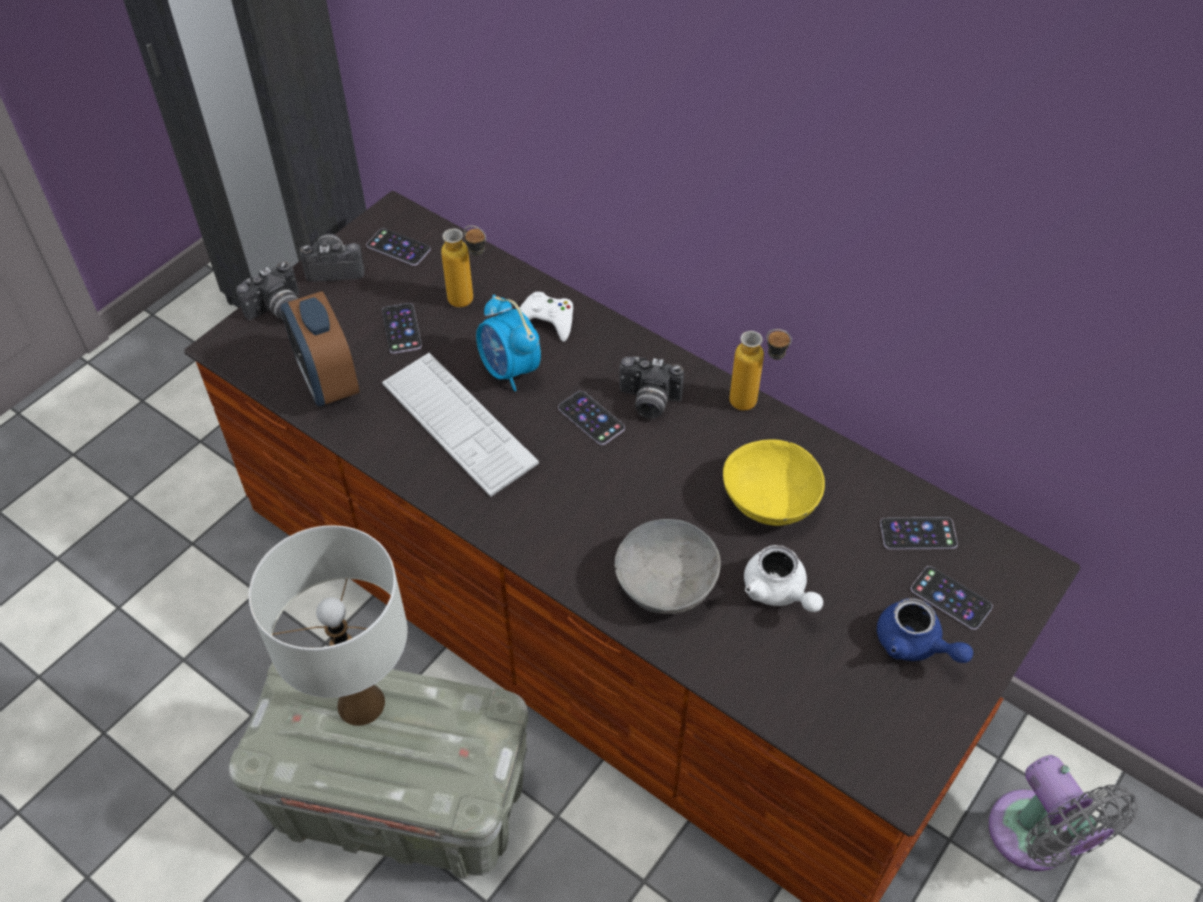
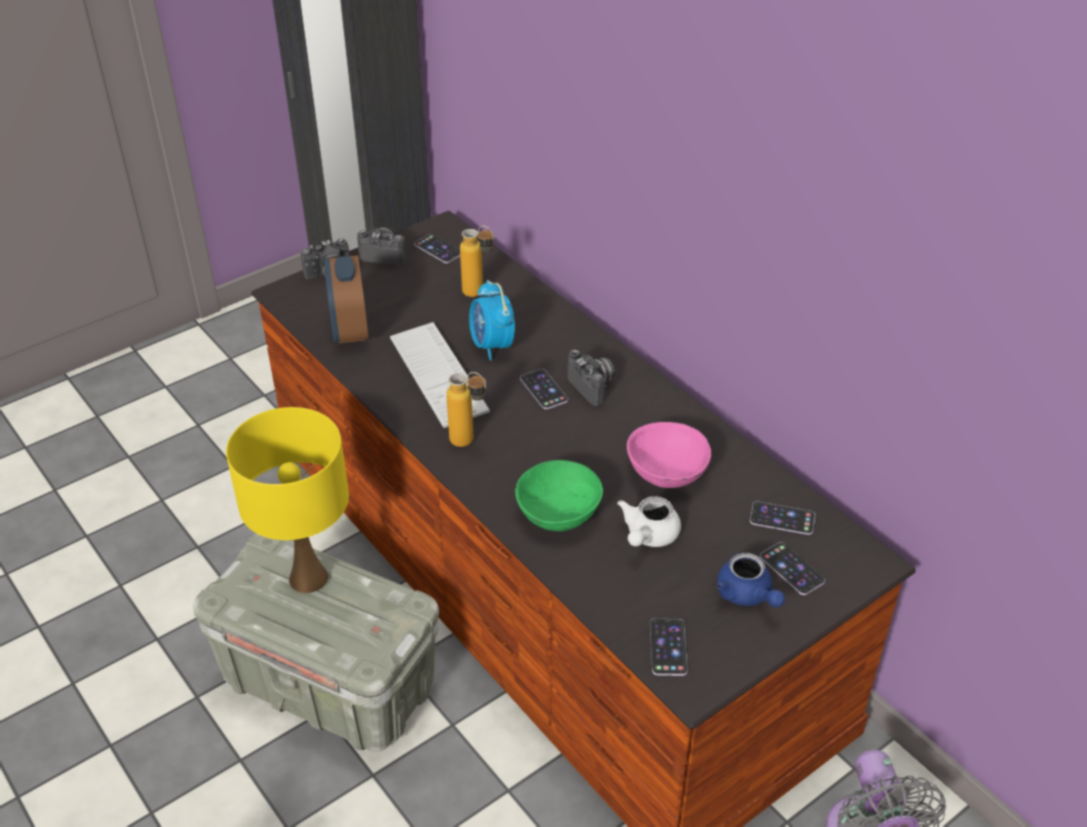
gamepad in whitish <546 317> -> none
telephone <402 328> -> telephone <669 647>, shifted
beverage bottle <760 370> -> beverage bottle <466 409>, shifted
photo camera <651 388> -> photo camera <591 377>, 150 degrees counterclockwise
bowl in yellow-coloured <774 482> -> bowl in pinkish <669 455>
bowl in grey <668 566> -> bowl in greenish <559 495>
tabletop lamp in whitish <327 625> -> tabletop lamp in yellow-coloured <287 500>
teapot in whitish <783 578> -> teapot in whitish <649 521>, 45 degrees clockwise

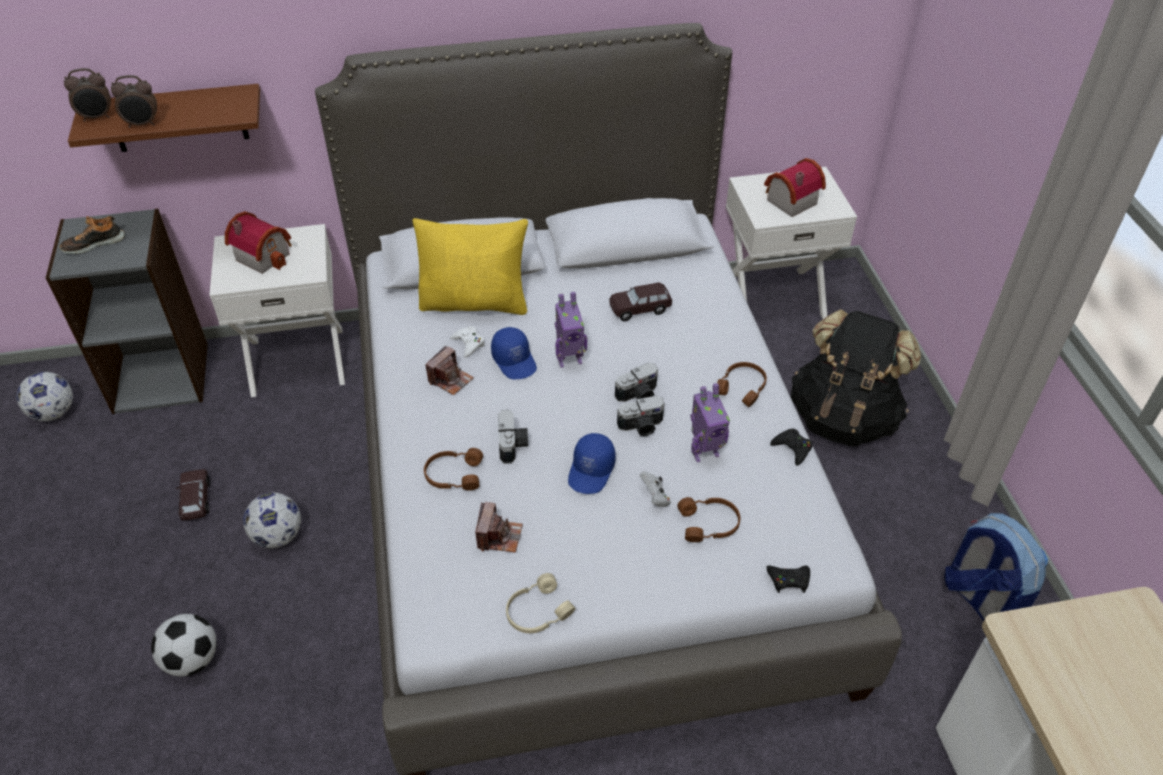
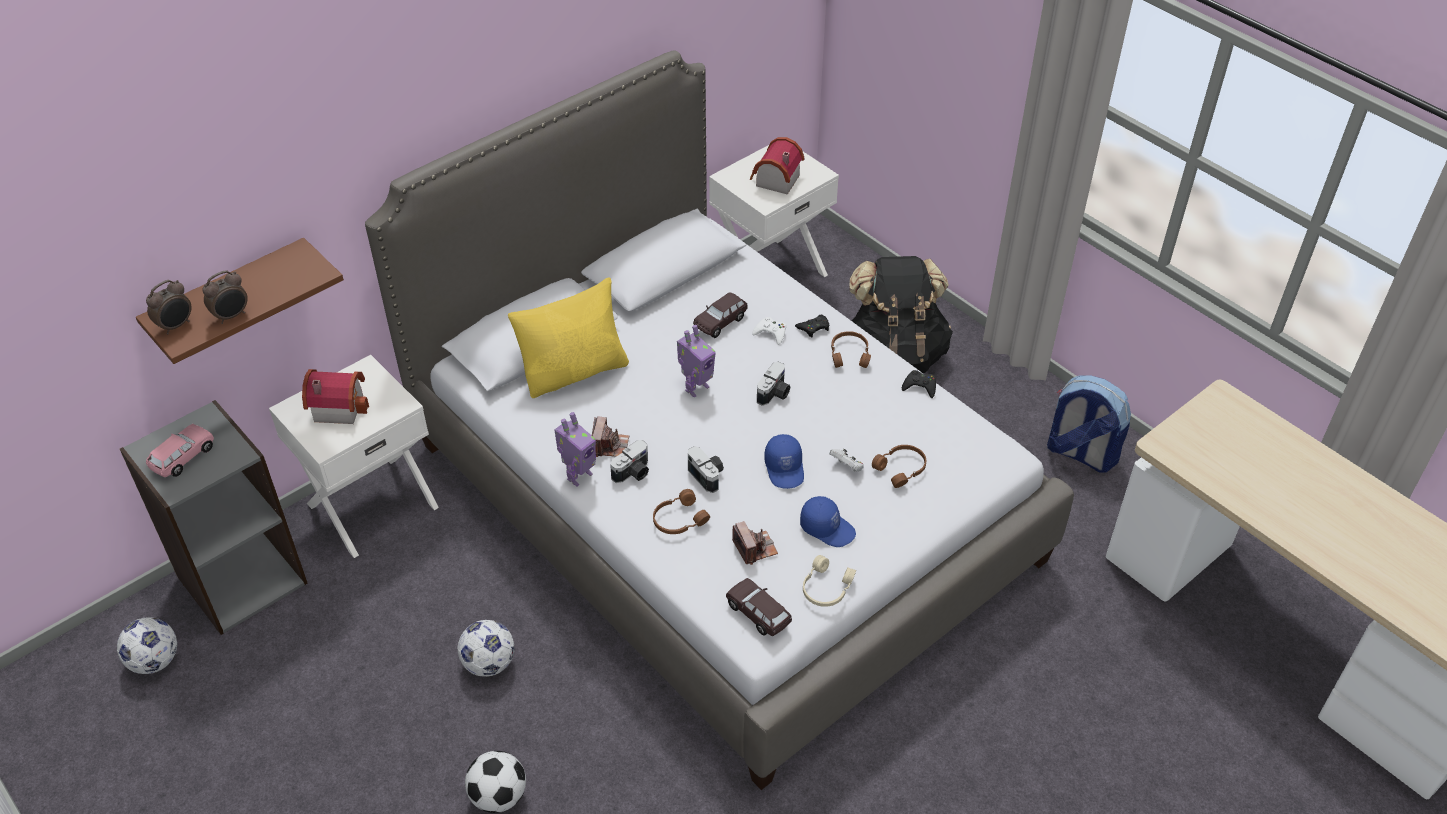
item of footwear <92 235> -> miniature car in pinkish <180 450>
gamepad in whitish <467 342> -> gamepad in whitish <769 331>, shifted
peaked cap in blue-coloured <514 353> -> peaked cap in blue-coloured <828 521>, shifted
toy robot <710 422> -> toy robot <575 449>, shifted
photo camera <640 416> -> photo camera <629 461>, shifted
miniature car in brownish <193 495> -> miniature car in brownish <759 607>, shifted
gamepad in blackish <788 579> -> gamepad in blackish <812 326>, shifted

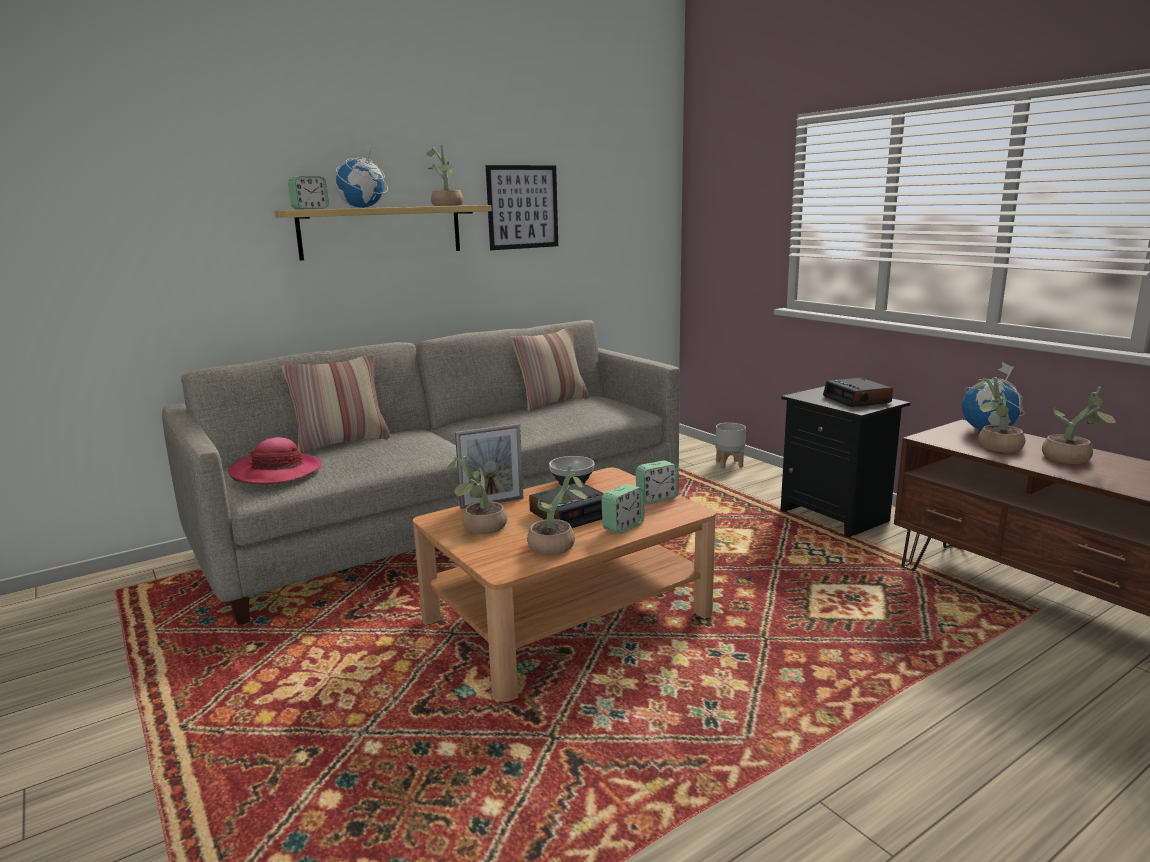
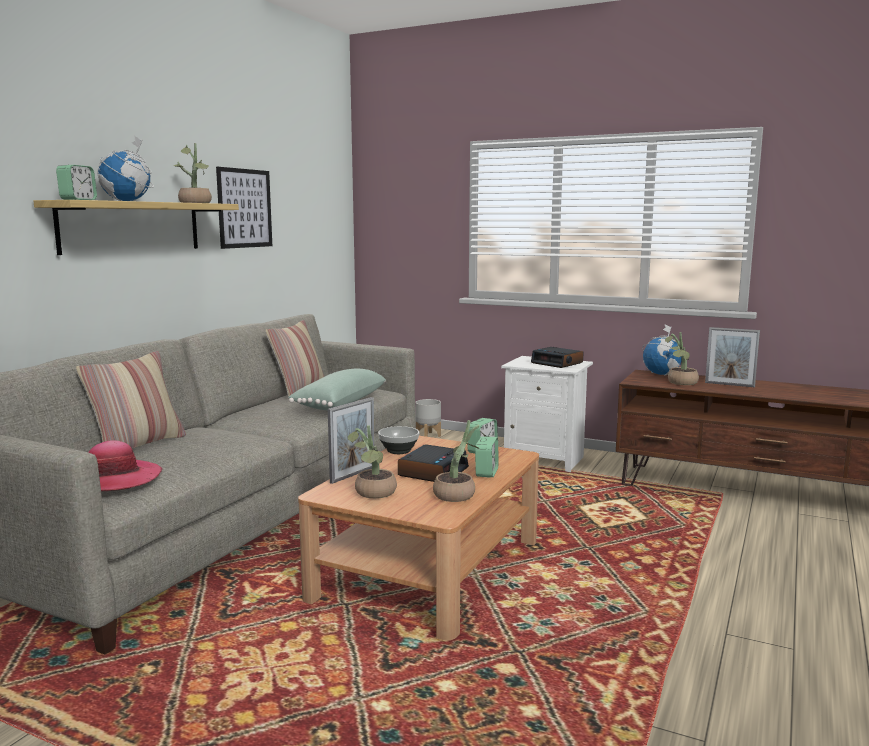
nightstand in blackish <845 462> -> nightstand in whitish <547 414>
plant in a pot <1079 425> -> photo frame <732 357>
none -> throw pillow in greenish <337 389>

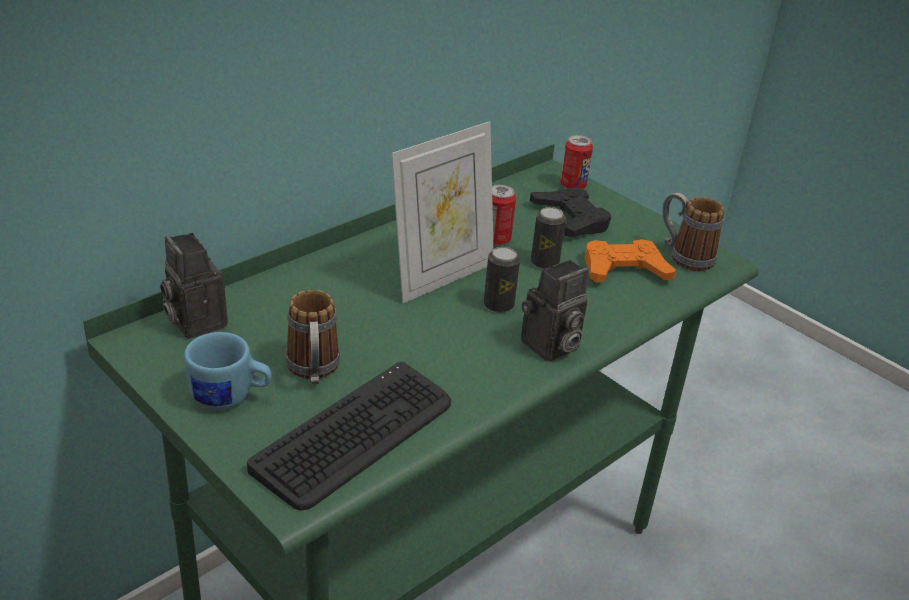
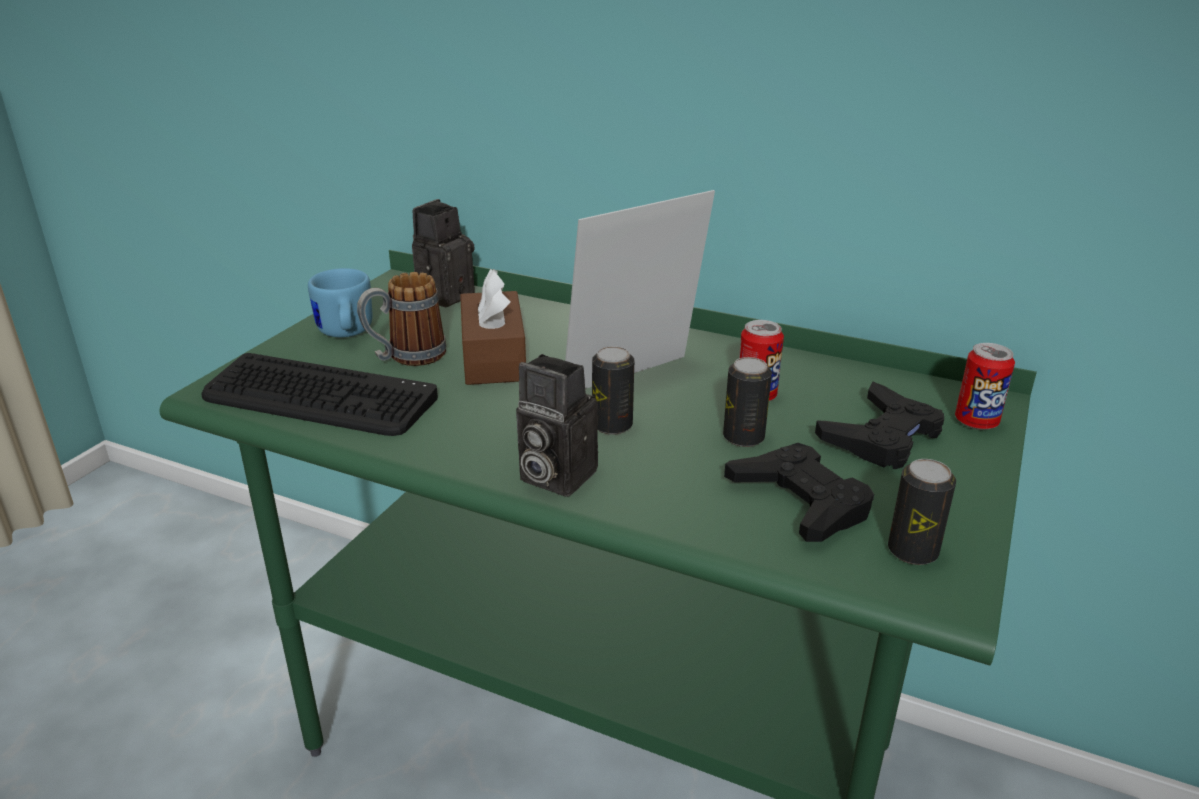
photo frame <442 212> -> photo frame <640 289>, 120 degrees clockwise
coffee mug <693 231> -> metal can <922 512>
gamepad in orange <630 261> -> gamepad in blackish <799 492>
none -> tissue holder in brownish <493 327>

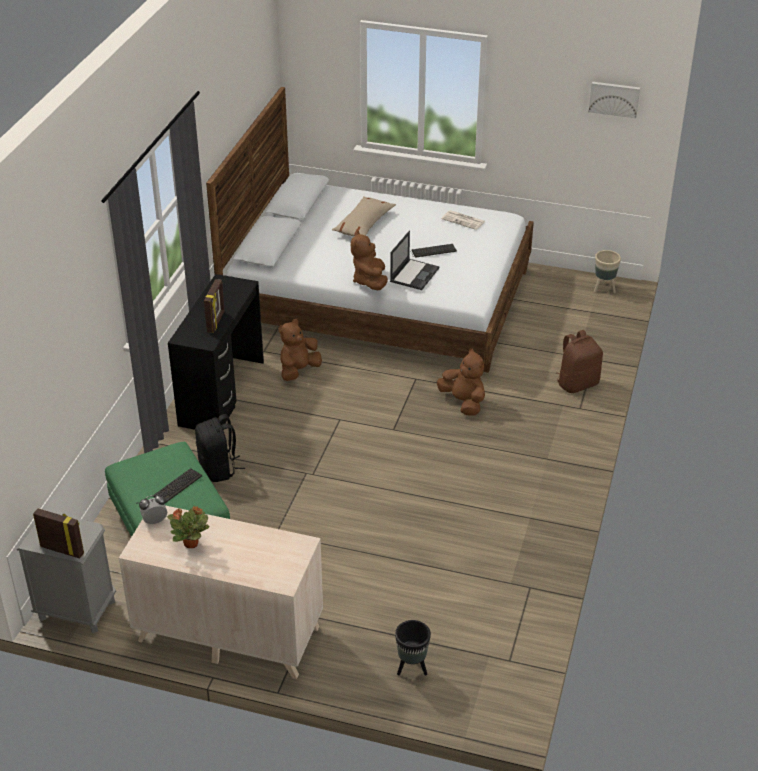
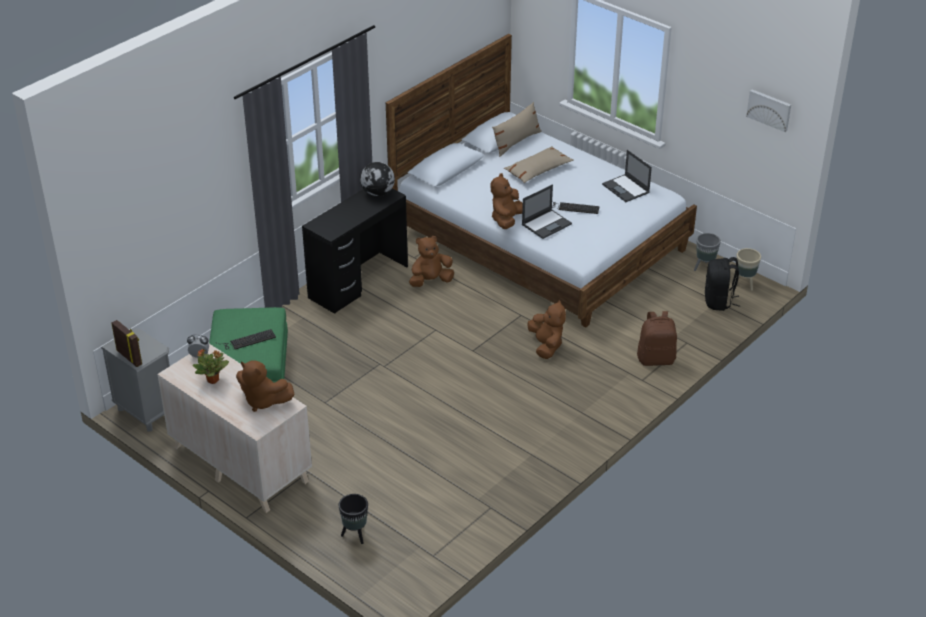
daily paper <463 220> -> portable computer <627 176>
photo frame <214 306> -> none
knapsack in blackish <220 448> -> knapsack in blackish <722 284>, shifted
none -> throw pillow in sand-coloured <517 129>
none -> world globe <377 179>
none -> planter in grey <707 252>
none -> plush toy in brownish <265 386>

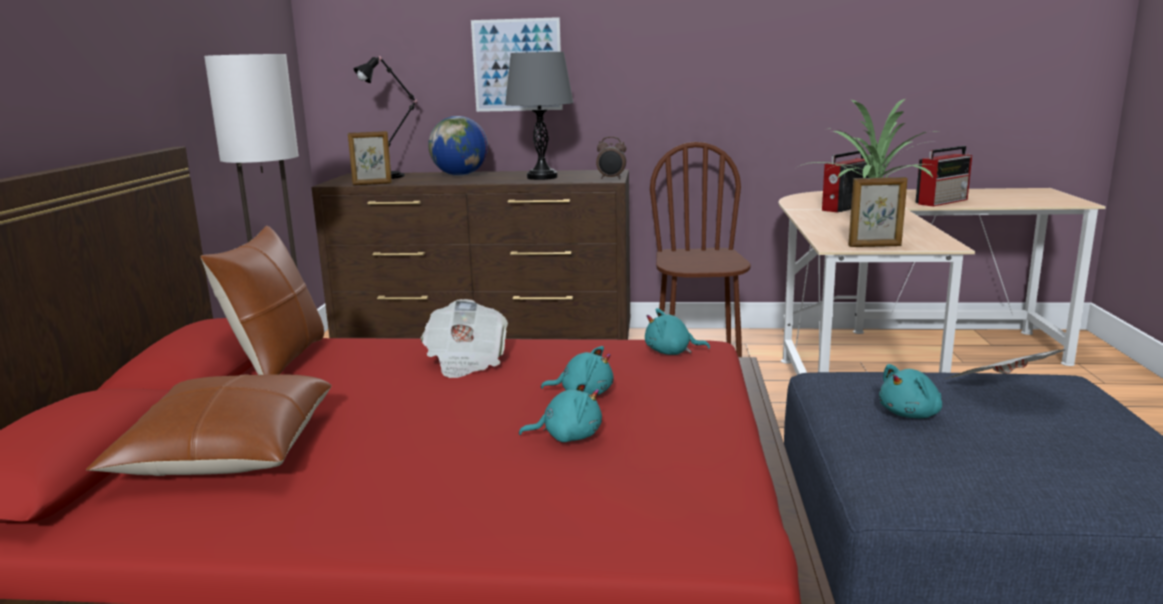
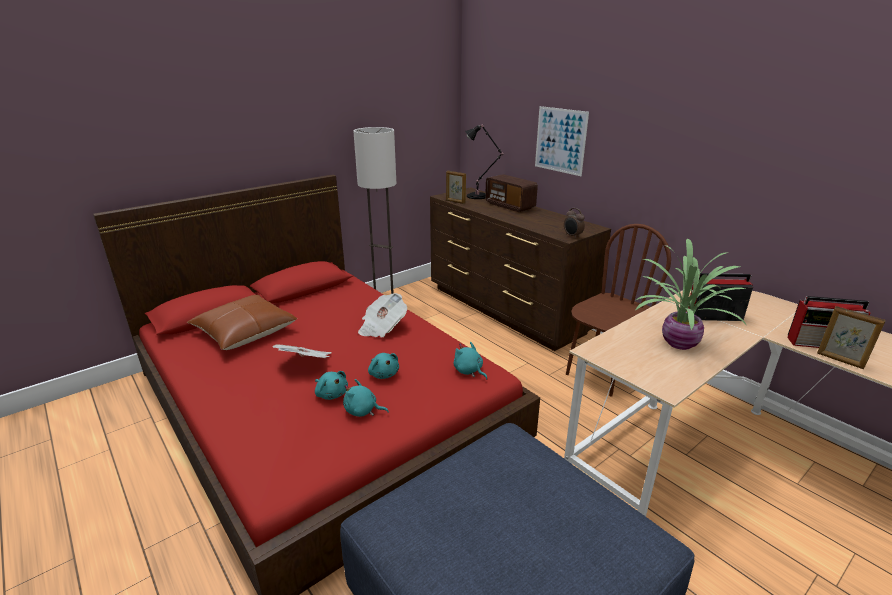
tabletop lamp in grey <539 116> -> none
world globe <458 146> -> radio <511 193>
photo frame <877 212> -> photo frame <851 337>, shifted
throw pillow in brownish <262 300> -> none
daily paper <1004 364> -> daily paper <302 351>, shifted
plush toy in blue-green <910 391> -> plush toy in blue-green <366 398>, shifted

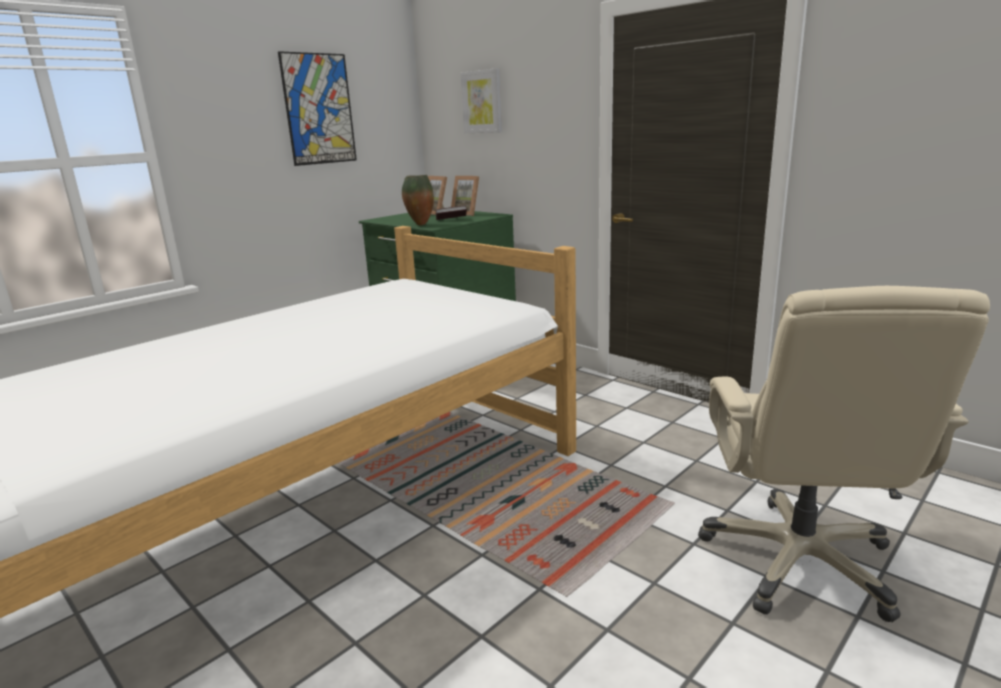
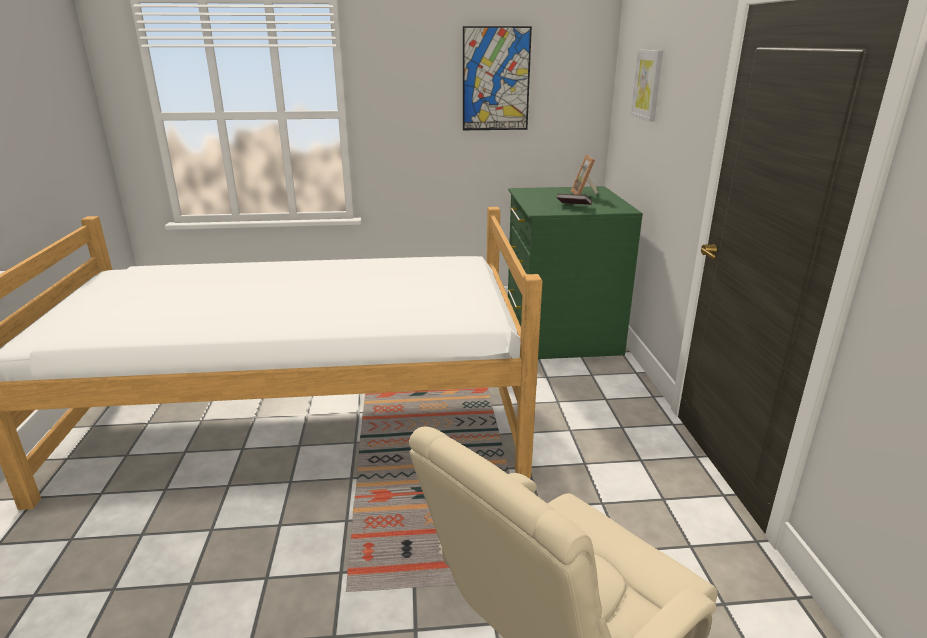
vase <418 200> -> none
photo frame <465 196> -> none

